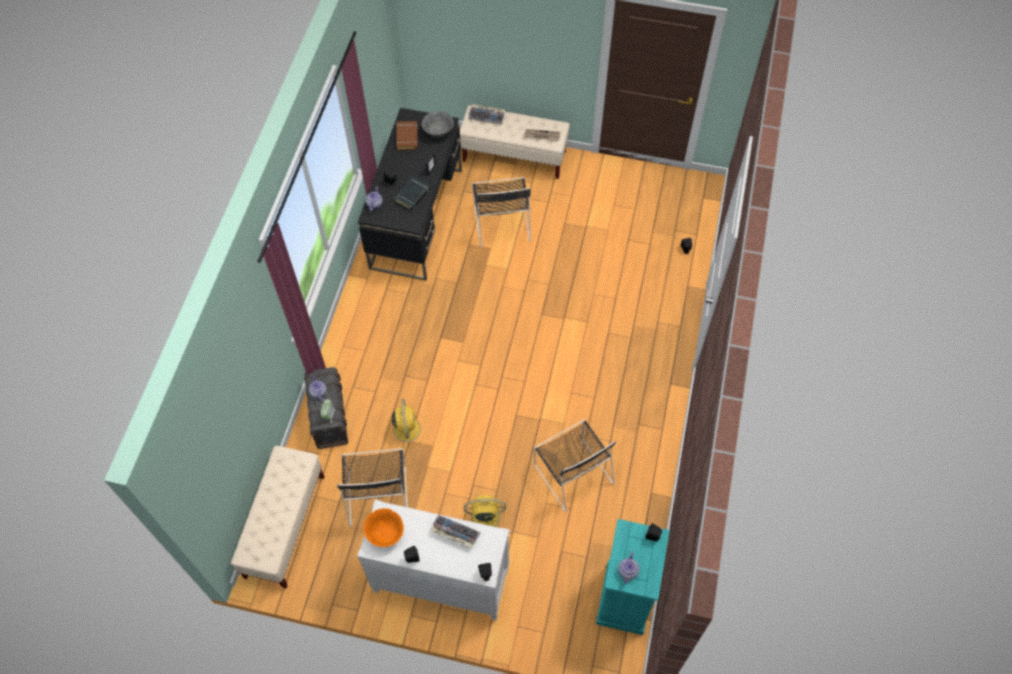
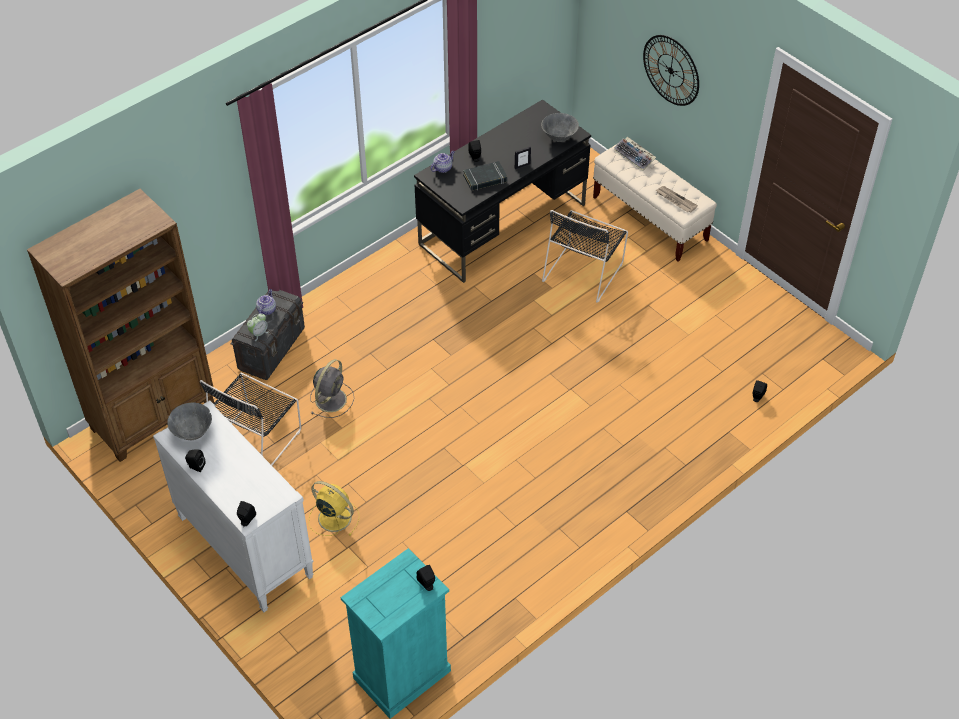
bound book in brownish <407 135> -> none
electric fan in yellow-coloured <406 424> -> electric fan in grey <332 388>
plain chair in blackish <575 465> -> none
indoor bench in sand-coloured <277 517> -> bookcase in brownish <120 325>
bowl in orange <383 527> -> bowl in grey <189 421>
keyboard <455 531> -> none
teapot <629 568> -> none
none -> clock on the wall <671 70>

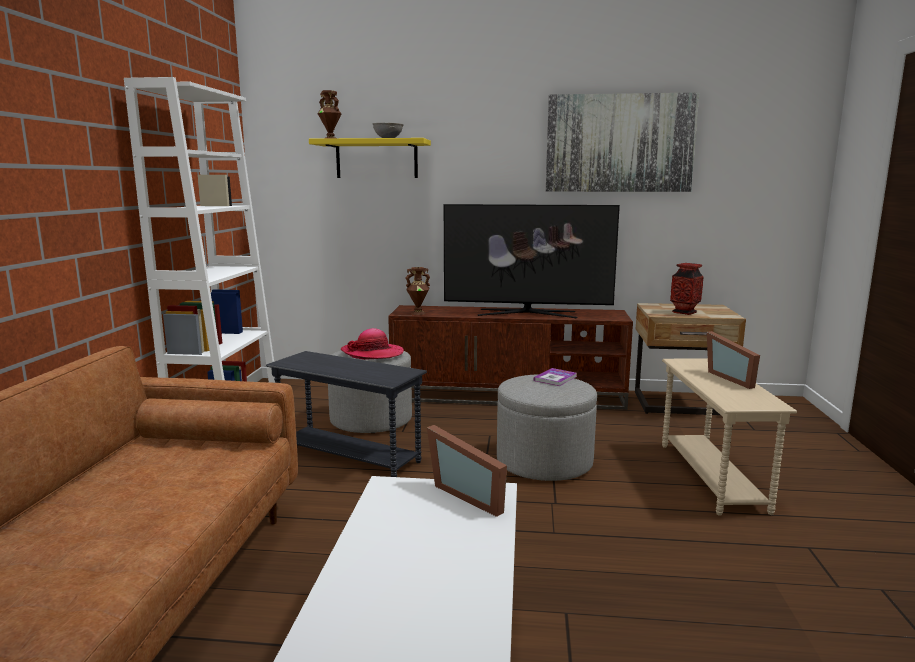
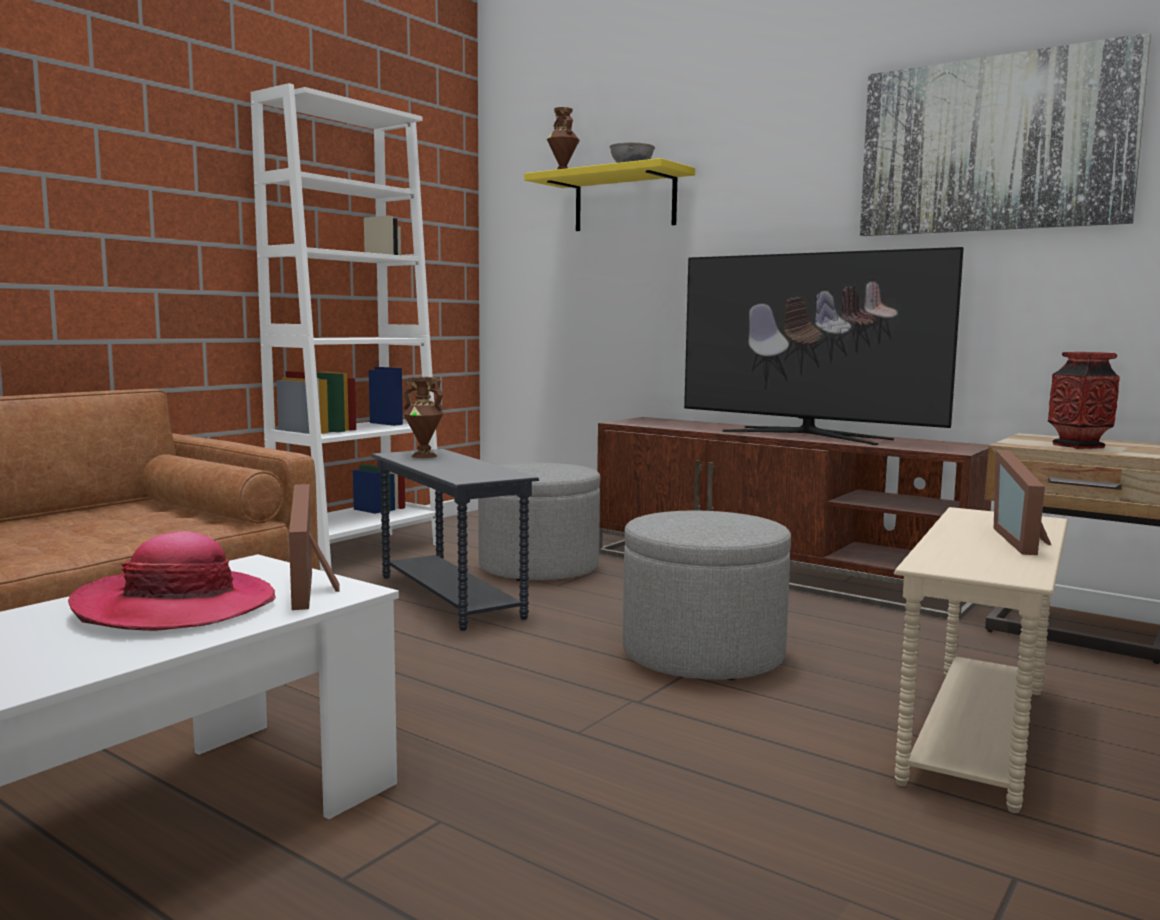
vase in brownish <418 291> -> vase in brownish <423 417>, shifted
clothing hat <372 344> -> clothing hat <172 581>, shifted
bound book <555 377> -> none

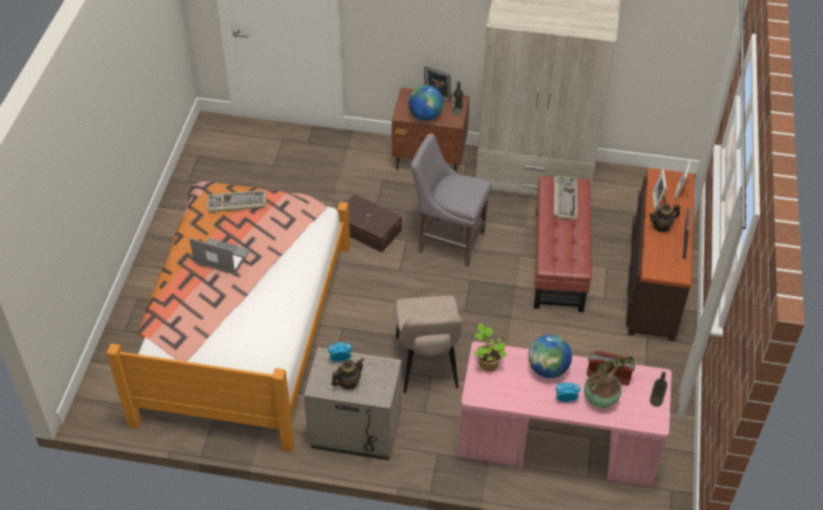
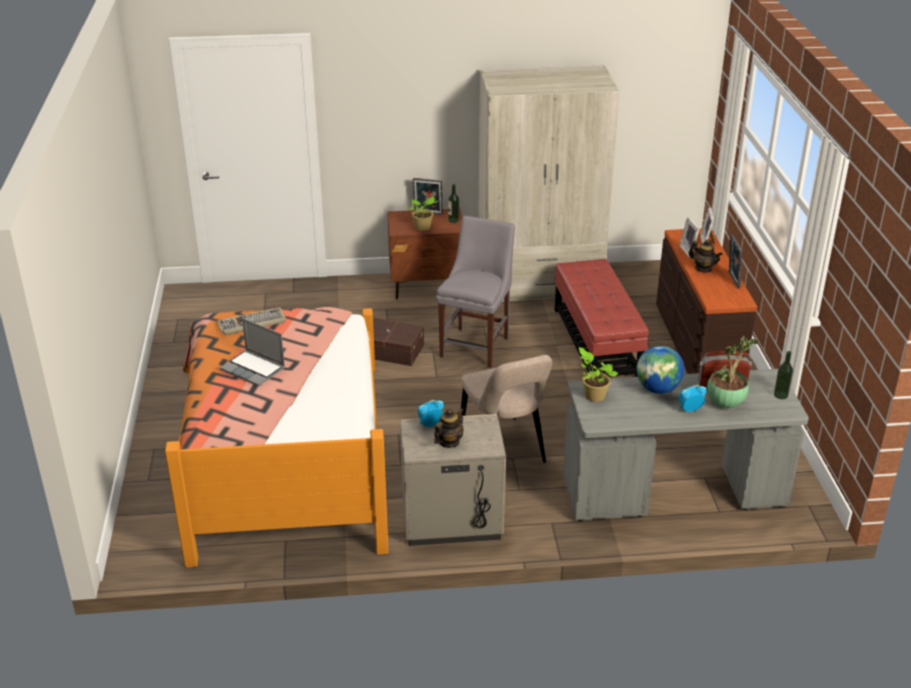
world globe <426 103> -> plant in a pot <423 213>
plain chair in grey <451 200> -> plain chair in grey <475 292>, 105 degrees clockwise
keyboard <565 197> -> none
teapot <664 218> -> teapot <705 256>, 105 degrees counterclockwise
portable computer <219 256> -> portable computer <252 352>, 150 degrees counterclockwise
desk table in pinkish <565 414> -> desk table in grey <686 445>

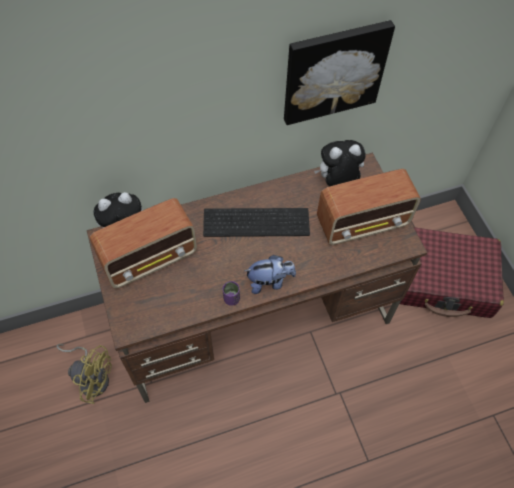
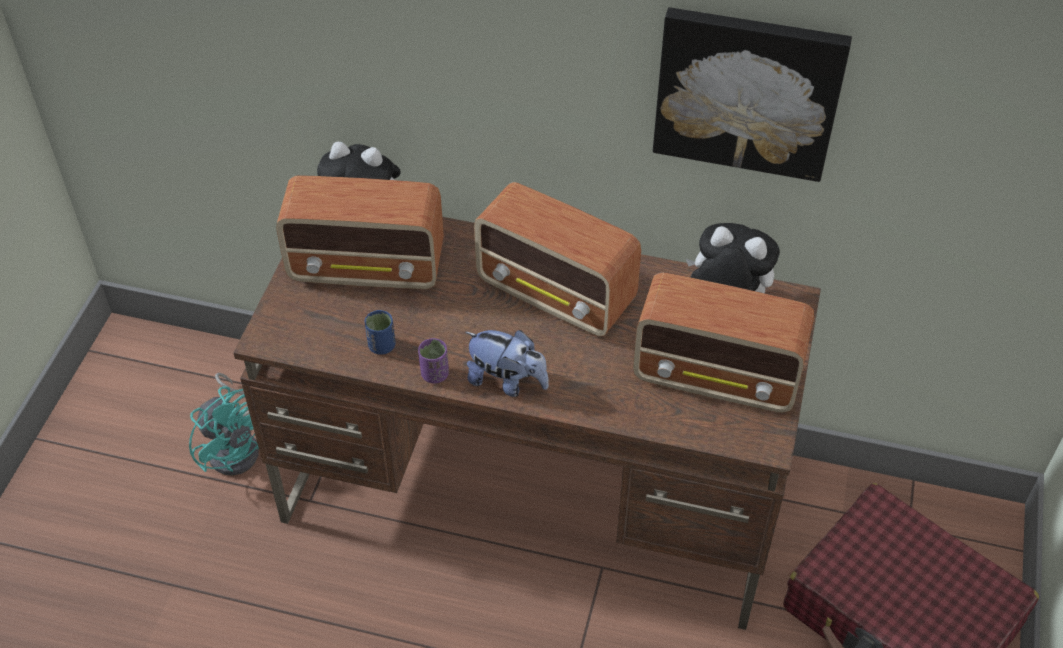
keyboard <256 222> -> radio <557 259>
electric fan in yellow-coloured <84 374> -> electric fan in blue-green <224 424>
none -> cup in blue-coloured <380 332>

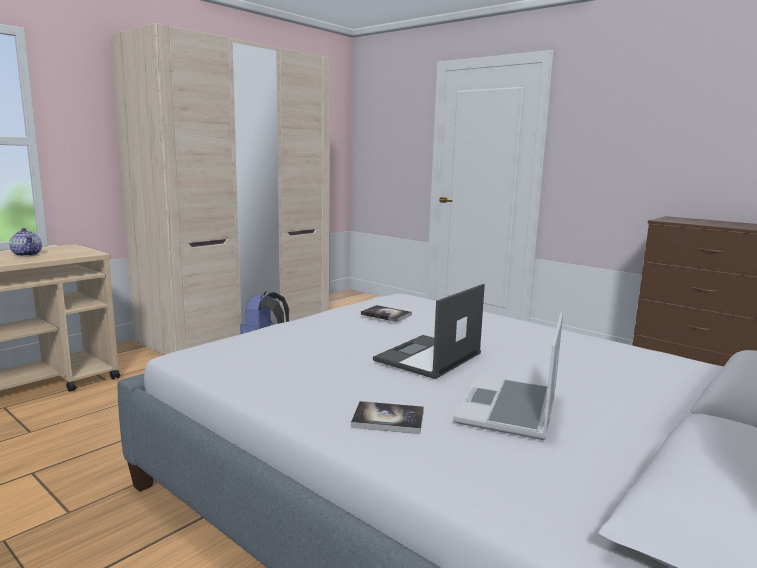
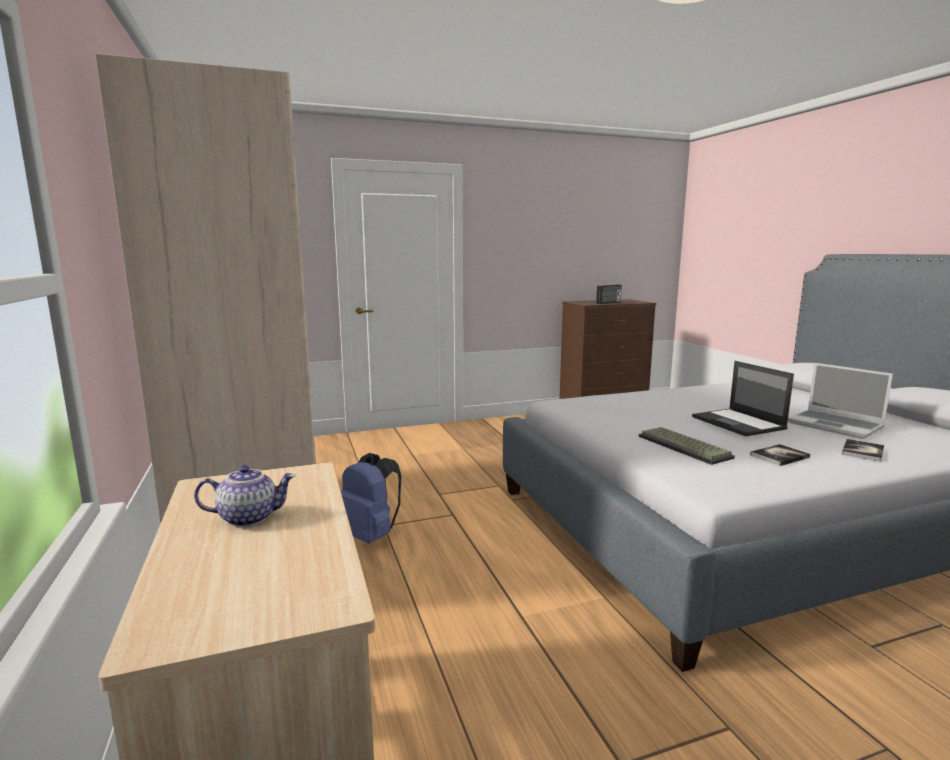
bound book <386 313> -> bound book <780 455>, shifted
none -> radio <609 294>
none -> keyboard <687 446>

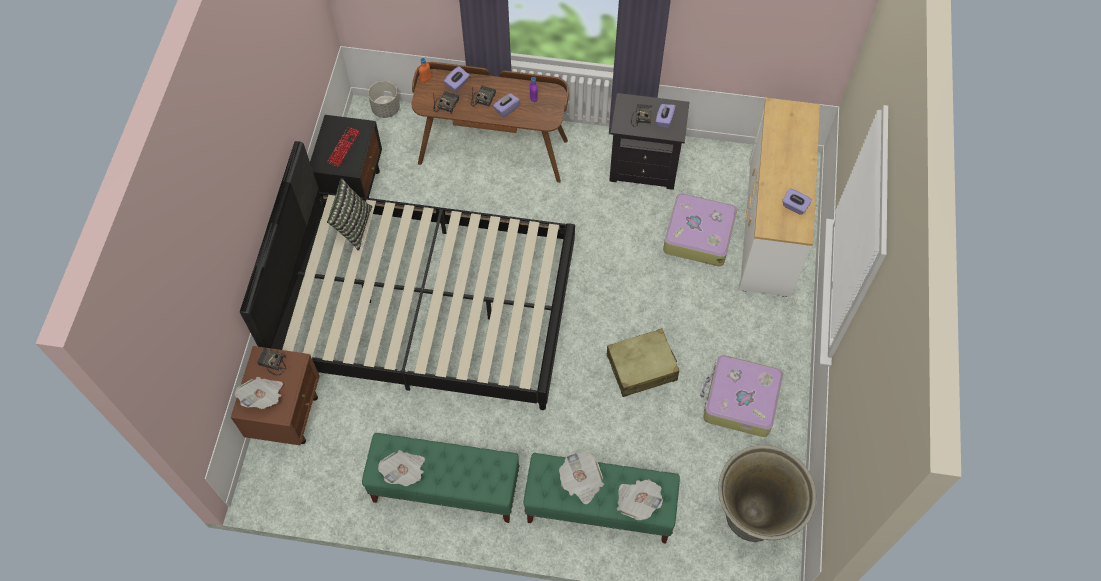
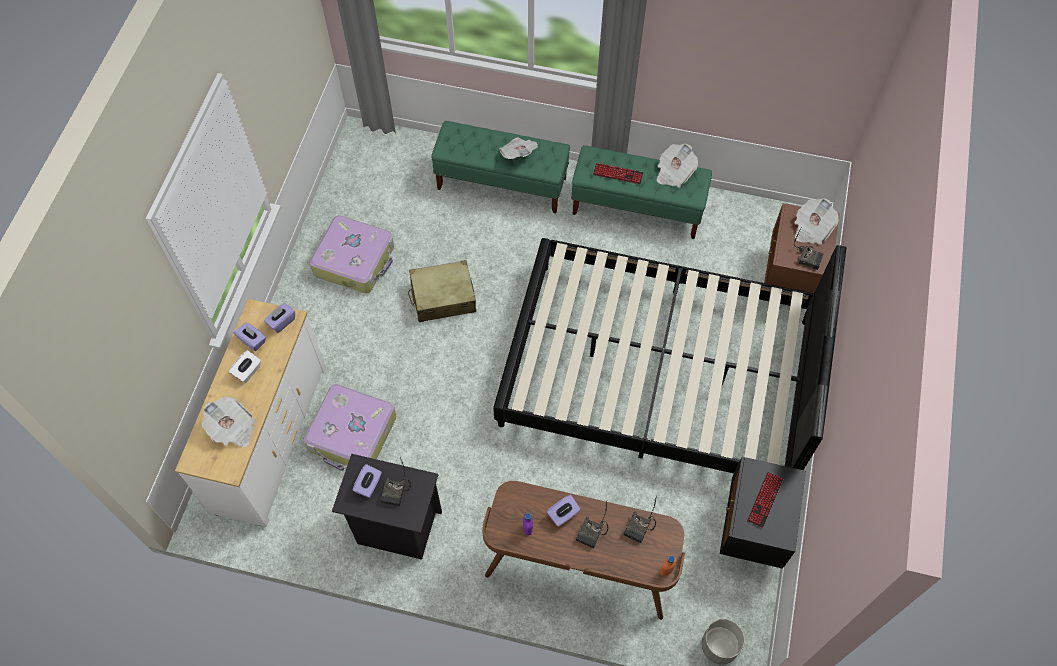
tissue holder in purplish <457 79> -> tissue holder in purplish <279 318>, shifted
throw pillow <349 214> -> none
planter in grey <767 493> -> none
daily paper <640 499> -> daily paper <229 422>, shifted
none -> keyboard <618 173>
none -> tissue holder in whitish <245 366>

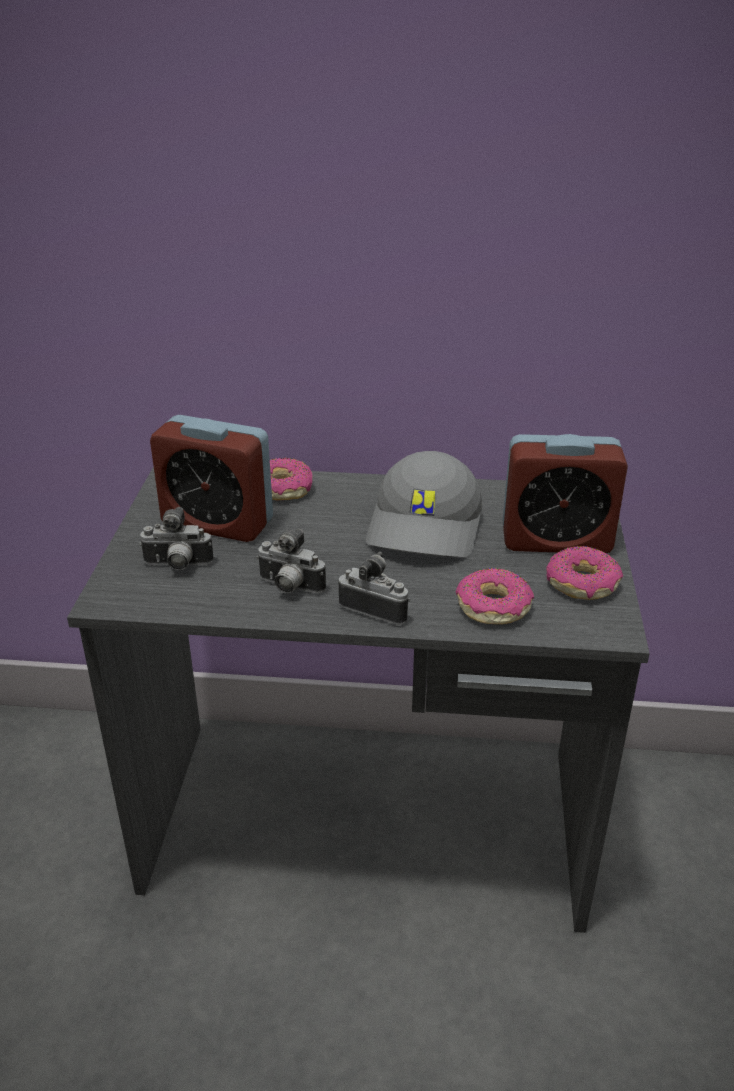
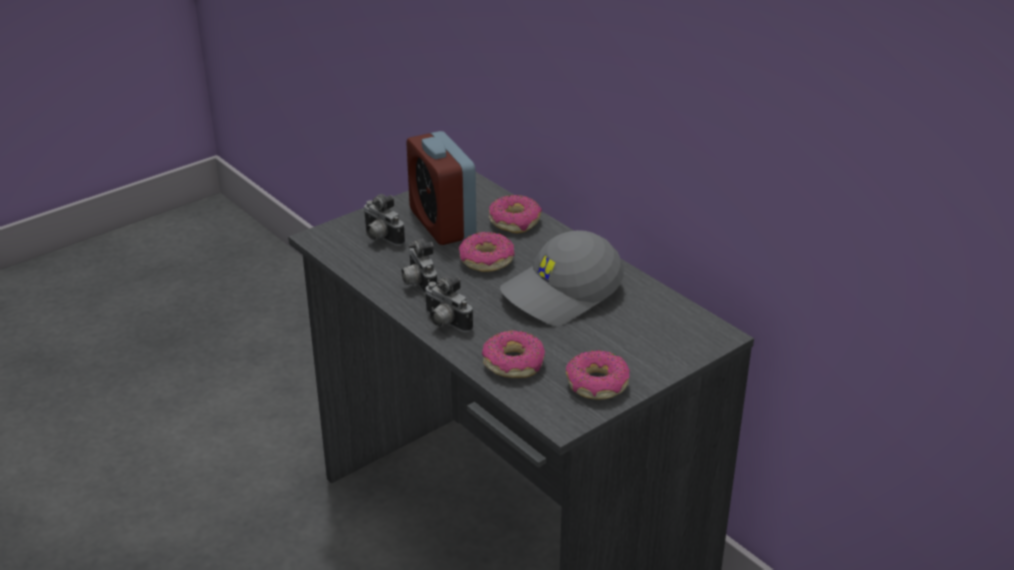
alarm clock <565 493> -> none
photo camera <374 588> -> photo camera <448 303>, 150 degrees clockwise
none -> donut <486 252>

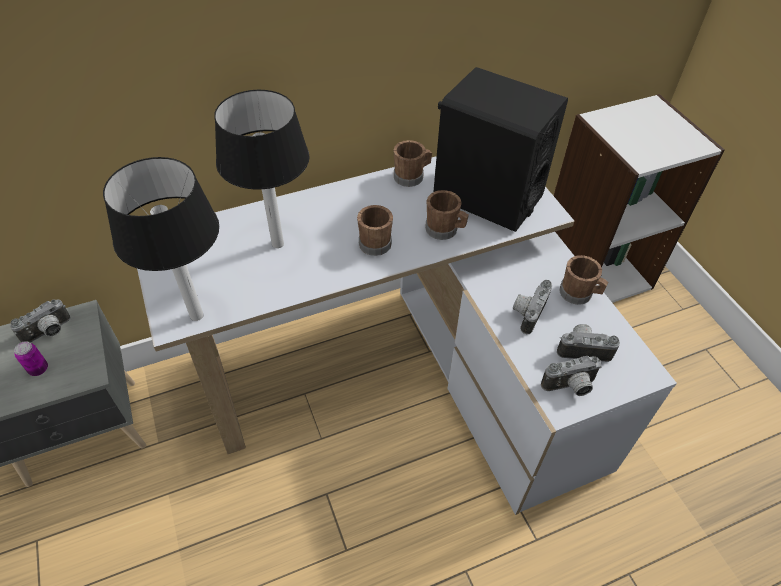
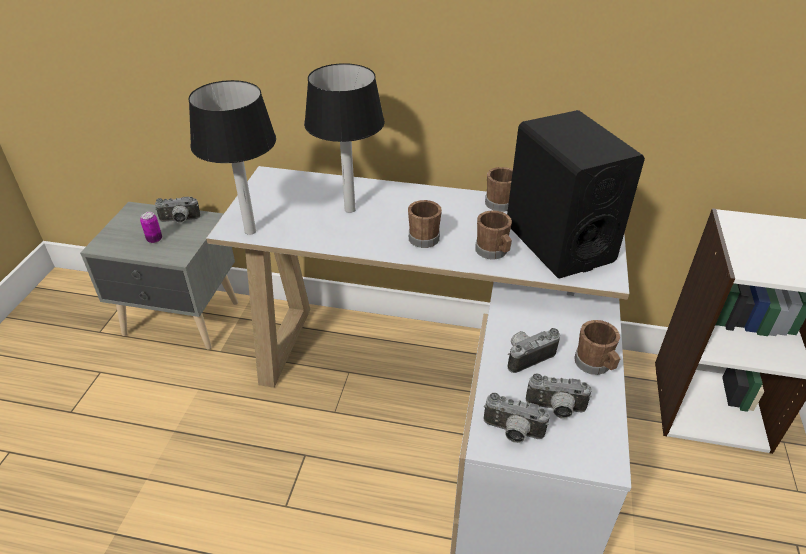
photo camera <588 343> -> photo camera <559 396>, 150 degrees clockwise

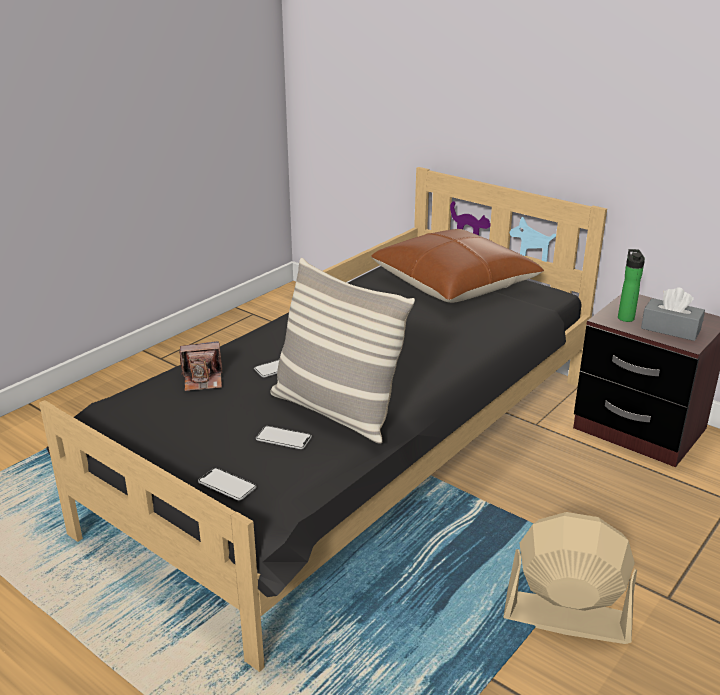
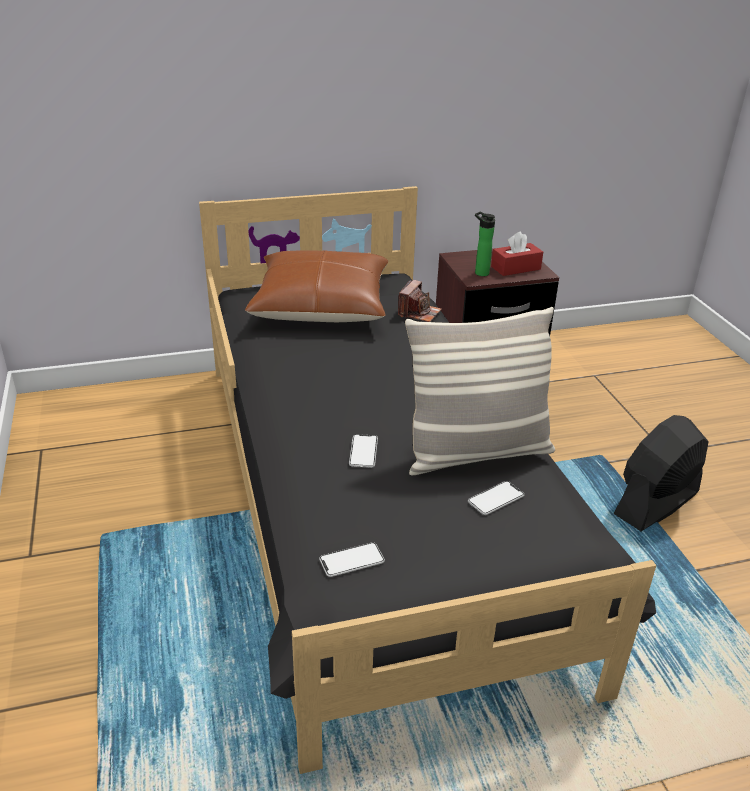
tissue holder in grey <673 314> -> tissue holder in reddish <517 253>
photo camera <200 366> -> photo camera <419 300>, shifted
telephone <227 484> -> telephone <352 559>, shifted
electric fan in sand-coloured <570 578> -> electric fan in blackish <661 473>

